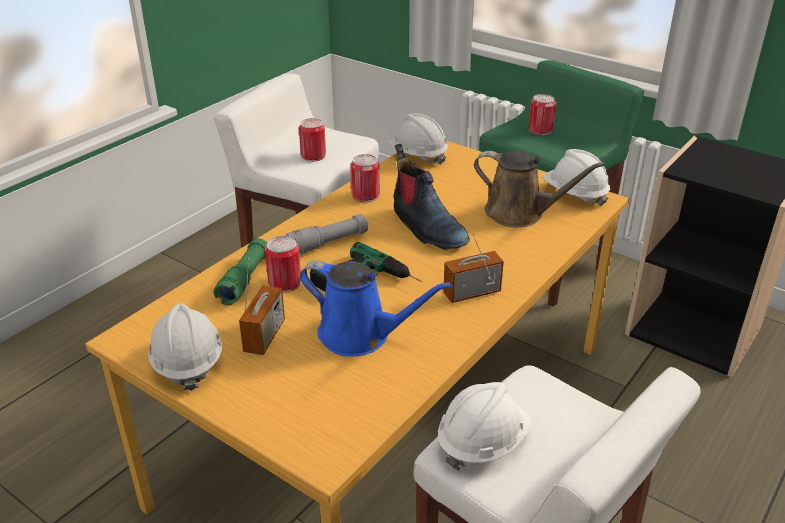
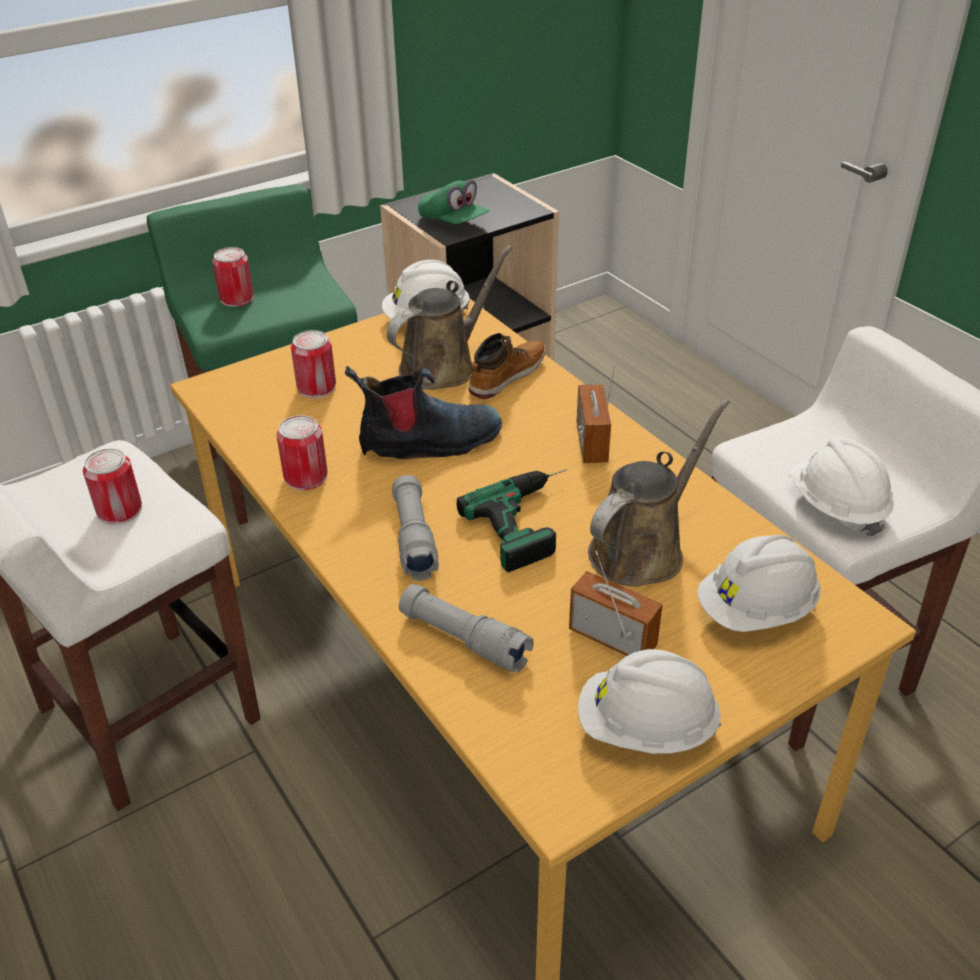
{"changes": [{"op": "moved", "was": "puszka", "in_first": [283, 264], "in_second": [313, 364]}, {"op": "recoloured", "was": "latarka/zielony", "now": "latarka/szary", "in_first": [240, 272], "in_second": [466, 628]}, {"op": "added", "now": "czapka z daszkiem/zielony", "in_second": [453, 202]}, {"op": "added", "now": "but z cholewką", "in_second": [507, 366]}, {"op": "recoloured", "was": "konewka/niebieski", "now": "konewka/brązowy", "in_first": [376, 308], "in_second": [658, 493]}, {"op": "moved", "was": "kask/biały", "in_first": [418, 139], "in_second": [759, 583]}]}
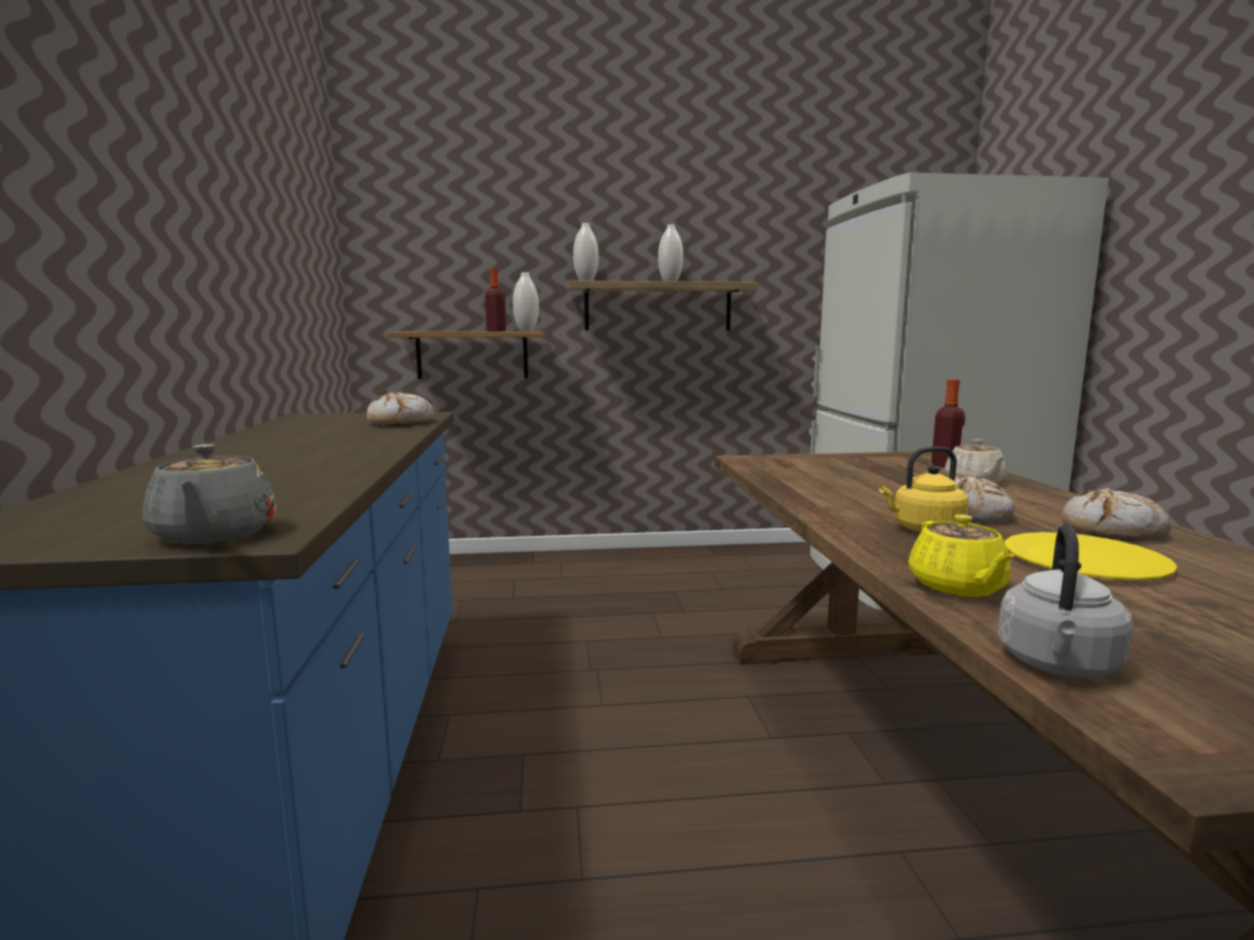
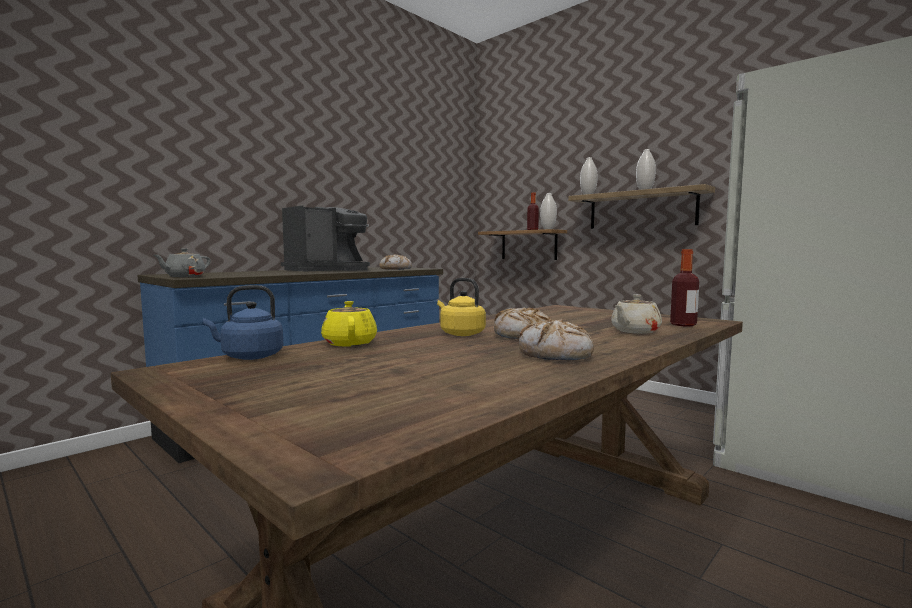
{"changes": [{"op": "recoloured", "was": "czajnik/szary", "now": "czajnik/niebieski", "in_first": [1065, 601], "in_second": [243, 322]}, {"op": "added", "now": "ekspres do kawy", "in_second": [325, 238]}, {"op": "turned", "was": "imbryk/żółty", "in_first": [961, 555], "in_second": [349, 323], "clockwise": 120}, {"op": "removed", "was": "talerz/żółty", "in_first": [1090, 556]}]}
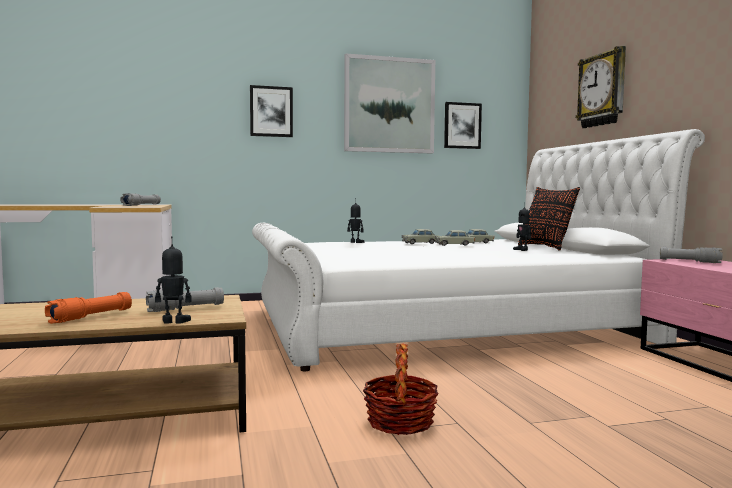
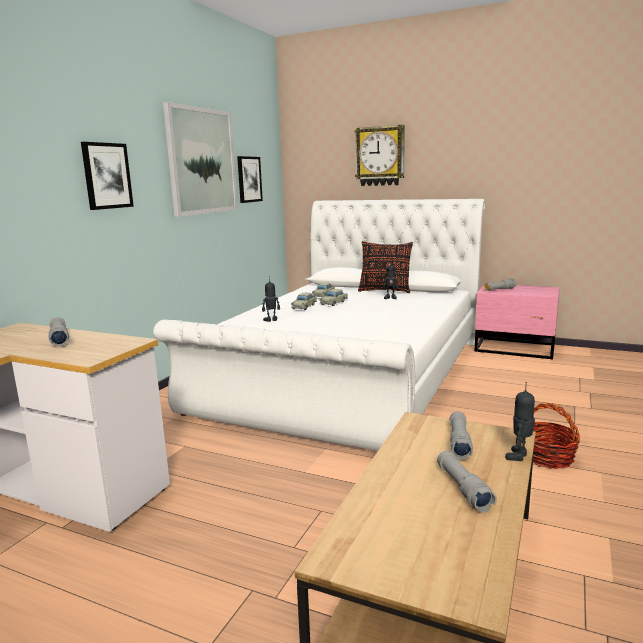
{"changes": [{"op": "recoloured", "was": "latarka/pomarańczowy", "now": "latarka/szary", "in_first": [88, 308], "in_second": [467, 481]}]}
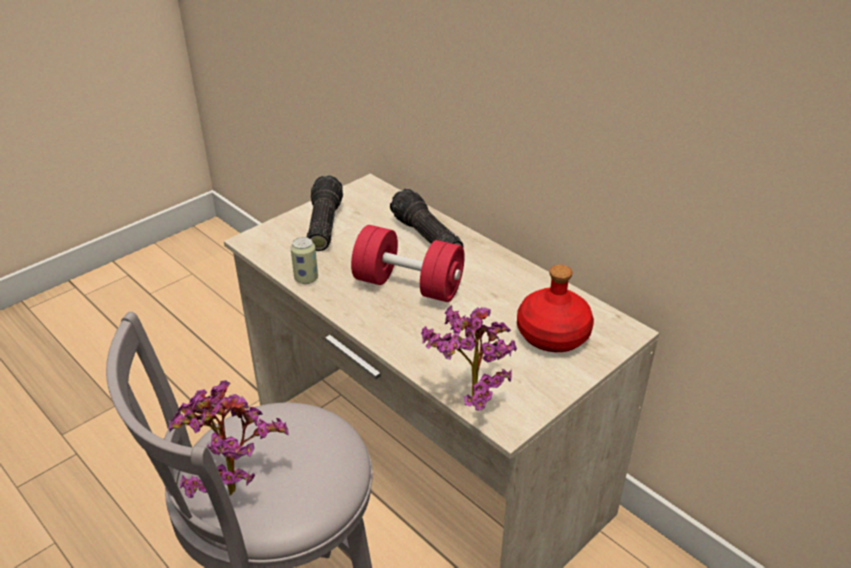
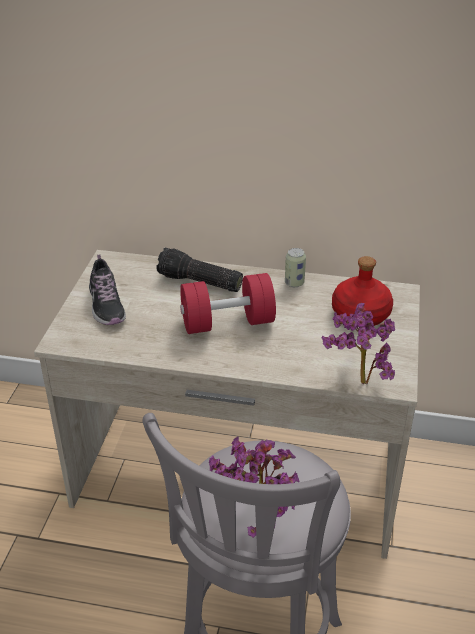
{"changes": [{"op": "replaced", "was": "latarka", "now": "but", "in_first": [325, 213], "in_second": [107, 290]}, {"op": "moved", "was": "puszka", "in_first": [304, 260], "in_second": [295, 267]}]}
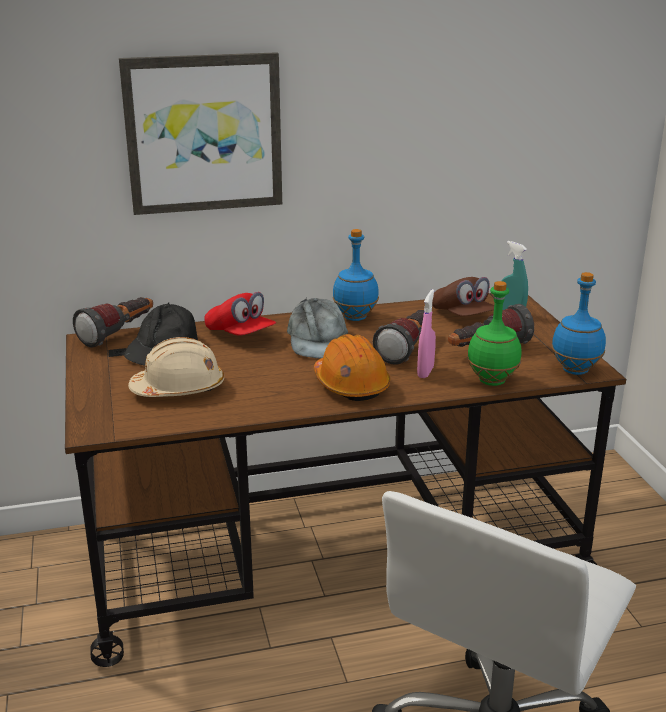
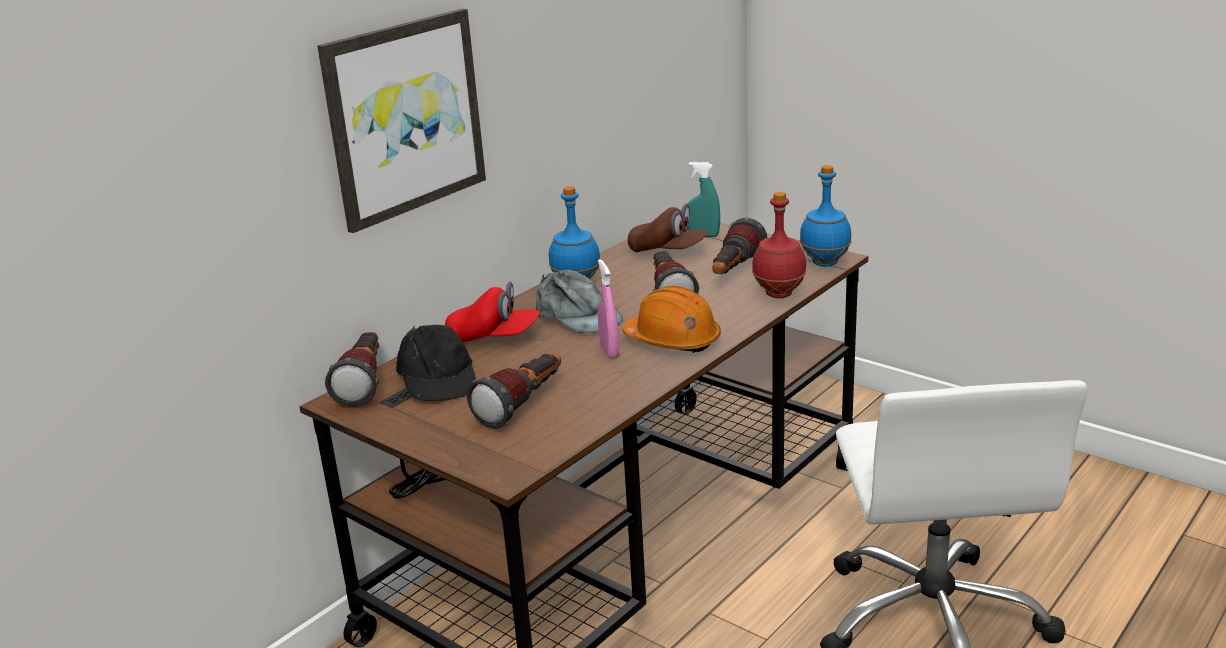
{"changes": [{"op": "replaced", "was": "kask/beżowy", "now": "latarka", "in_first": [176, 367], "in_second": [514, 391]}, {"op": "moved", "was": "spryskiwacz/różowy", "in_first": [426, 333], "in_second": [608, 308]}, {"op": "recoloured", "was": "butelka/zielony", "now": "butelka/czerwony", "in_first": [494, 333], "in_second": [779, 245]}]}
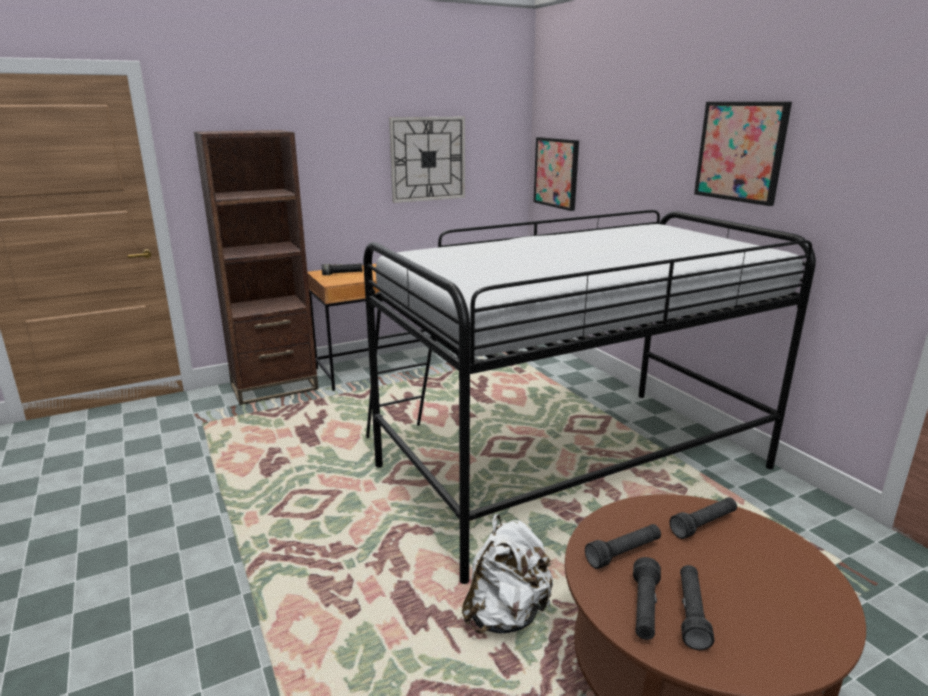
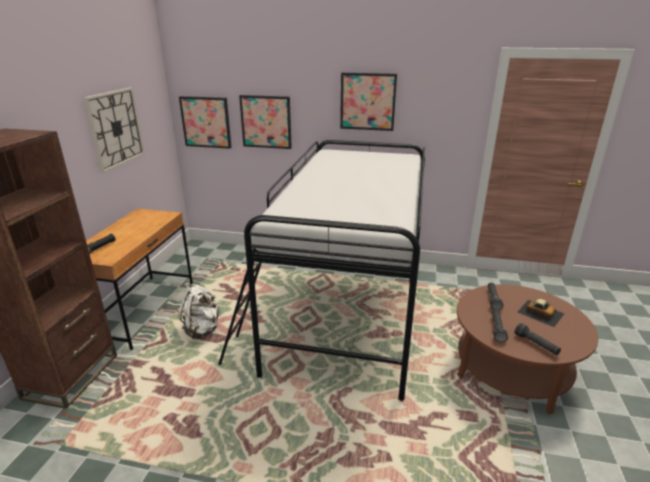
{"changes": [{"op": "moved", "was": "plecak/biały", "in_first": [507, 574], "in_second": [199, 312]}, {"op": "added", "now": "obraz", "in_second": [265, 122]}, {"op": "added", "now": "samochodzik", "in_second": [540, 313]}, {"op": "removed", "was": "latarka/czarny", "in_first": [697, 607]}]}
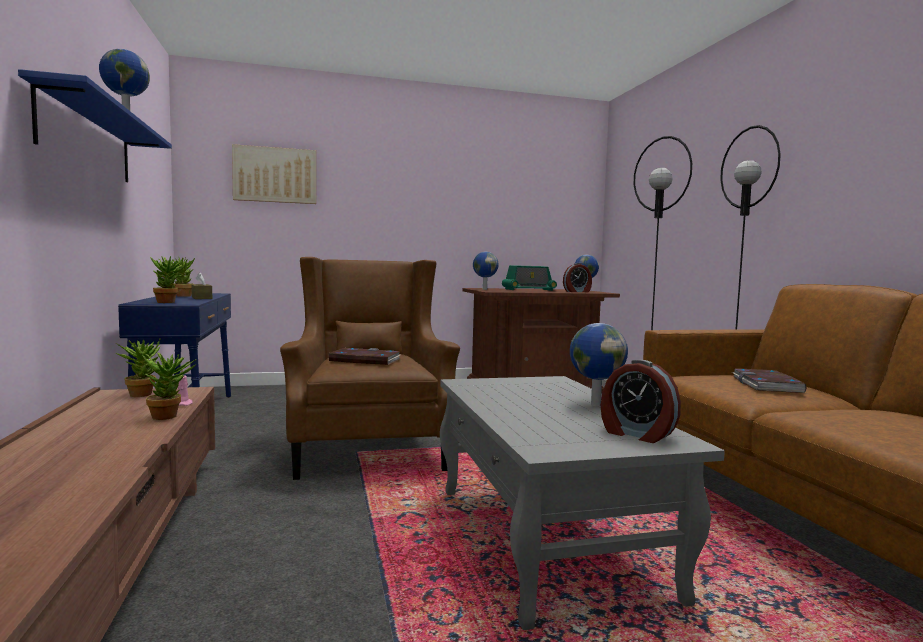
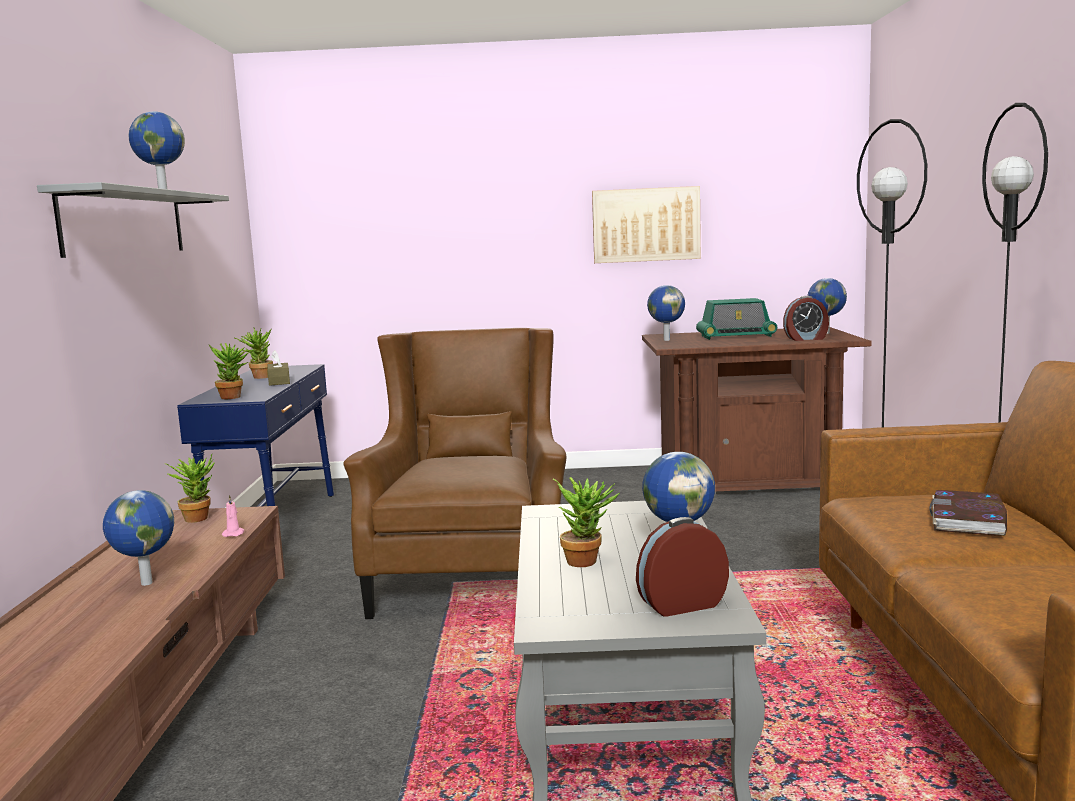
{"changes": [{"op": "recoloured", "was": "półka/niebieski", "now": "półka/szary", "in_first": [95, 125], "in_second": [133, 220]}, {"op": "added", "now": "globus", "in_second": [138, 538]}, {"op": "moved", "was": "roślina doniczkowa", "in_first": [169, 386], "in_second": [586, 522]}, {"op": "moved", "was": "obraz", "in_first": [274, 174], "in_second": [646, 224]}, {"op": "turned", "was": "budzik", "in_first": [640, 401], "in_second": [682, 567], "clockwise": 105}, {"op": "removed", "was": "książka", "in_first": [364, 356]}]}
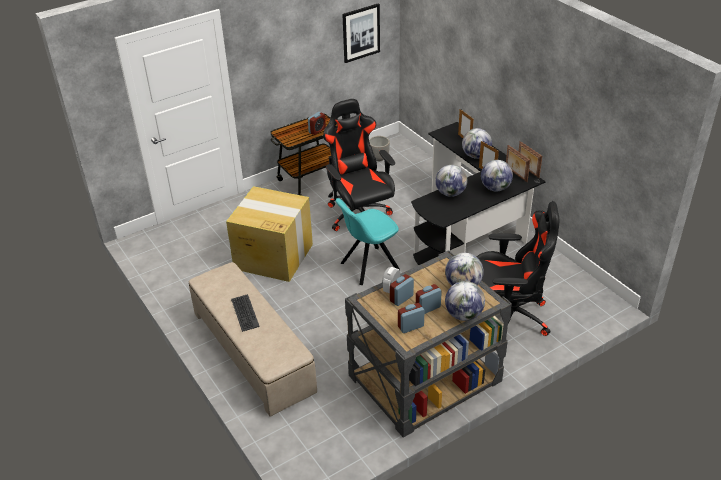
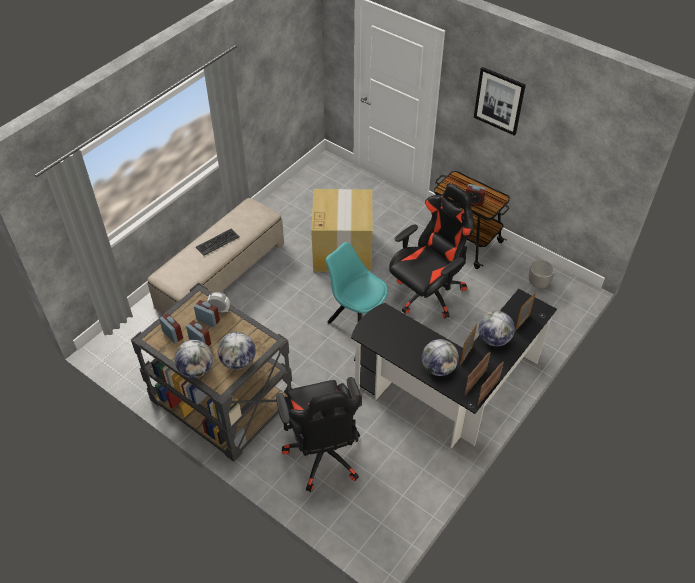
{"changes": [{"op": "moved", "was": "obraz", "in_first": [361, 33], "in_second": [500, 101]}, {"op": "removed", "was": "globus", "in_first": [451, 181]}]}
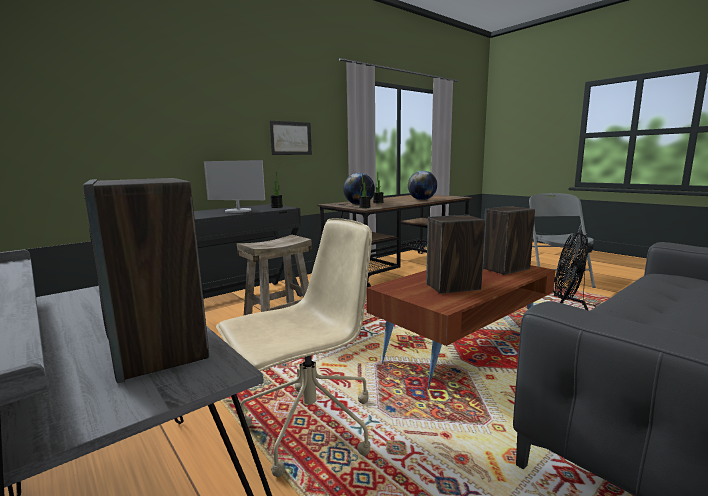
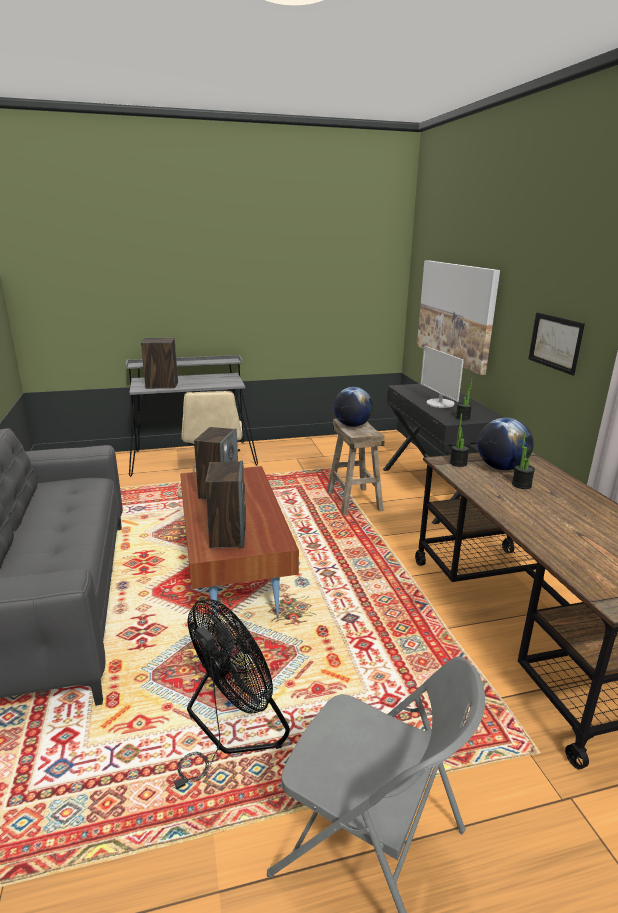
{"changes": [{"op": "moved", "was": "globus", "in_first": [422, 185], "in_second": [353, 407]}, {"op": "added", "now": "obraz", "in_second": [458, 317]}, {"op": "turned", "was": "monitor", "in_first": [234, 186], "in_second": [442, 377], "clockwise": -60}]}
